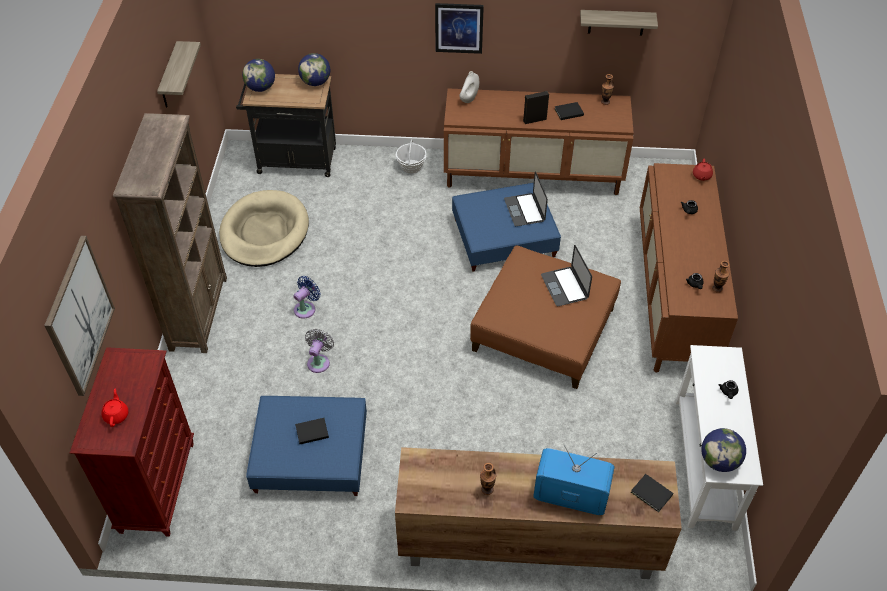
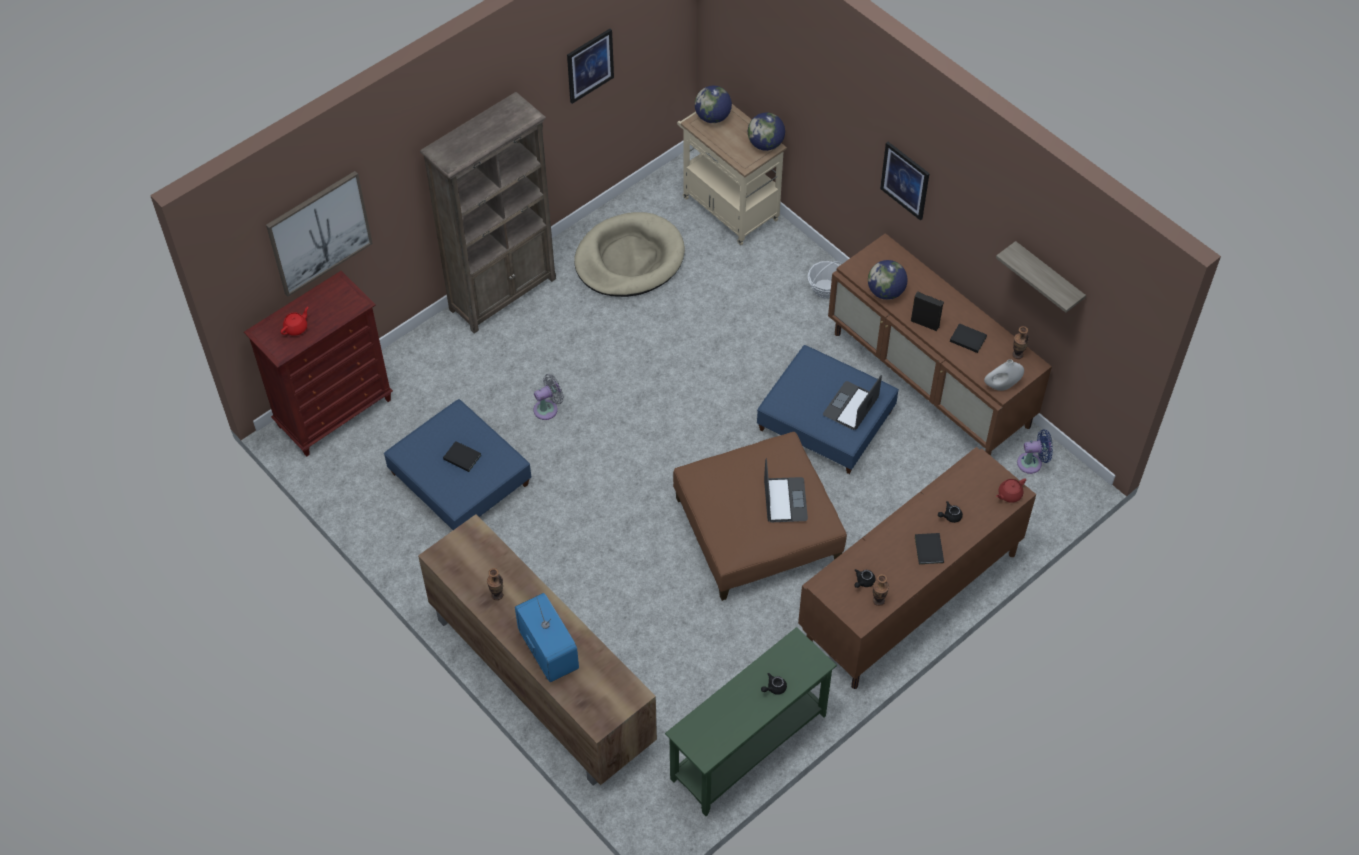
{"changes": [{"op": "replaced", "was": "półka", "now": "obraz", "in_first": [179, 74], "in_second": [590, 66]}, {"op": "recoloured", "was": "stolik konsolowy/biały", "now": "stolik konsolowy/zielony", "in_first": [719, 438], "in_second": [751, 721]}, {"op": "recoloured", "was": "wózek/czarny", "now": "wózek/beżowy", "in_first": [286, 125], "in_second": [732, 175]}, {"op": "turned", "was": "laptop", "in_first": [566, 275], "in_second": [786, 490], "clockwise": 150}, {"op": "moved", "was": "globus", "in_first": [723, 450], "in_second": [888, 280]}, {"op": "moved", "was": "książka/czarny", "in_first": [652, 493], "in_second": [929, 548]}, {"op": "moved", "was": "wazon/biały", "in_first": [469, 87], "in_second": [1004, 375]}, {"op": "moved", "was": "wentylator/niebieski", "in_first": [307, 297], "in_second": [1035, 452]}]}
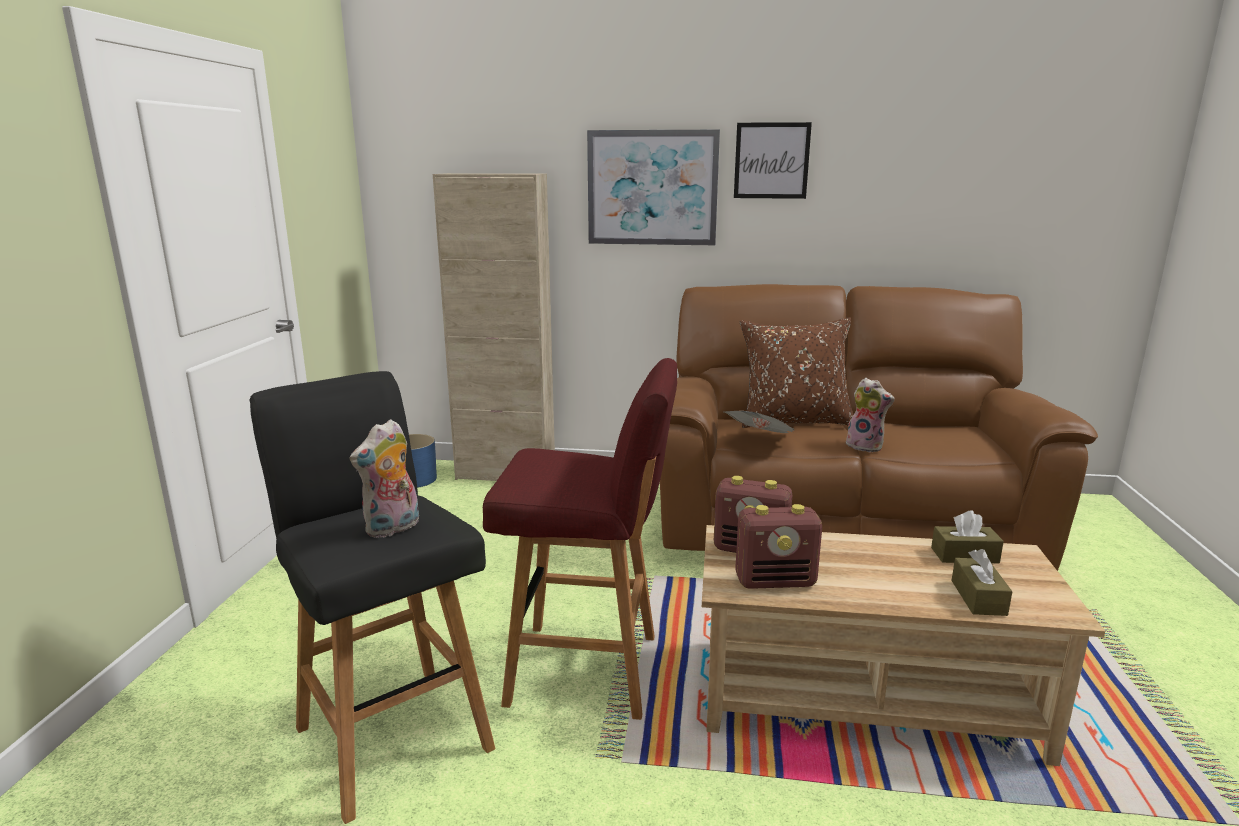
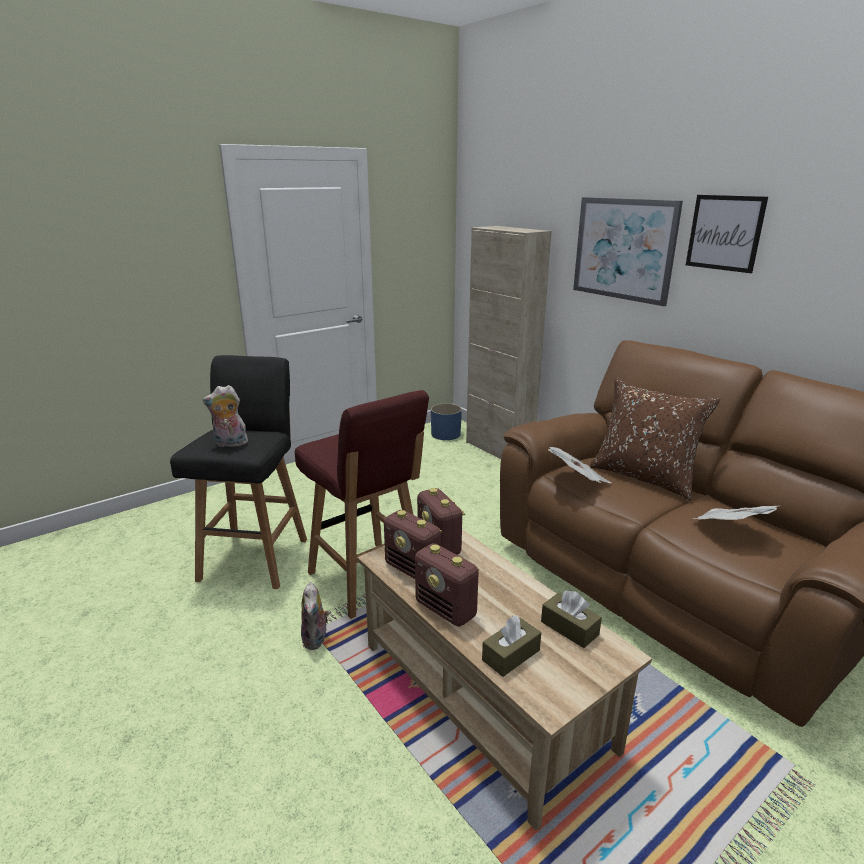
{"changes": [{"op": "moved", "was": "pluszak", "in_first": [870, 415], "in_second": [315, 616]}, {"op": "added", "now": "radio", "in_second": [447, 585]}, {"op": "added", "now": "gazeta", "in_second": [735, 513]}]}
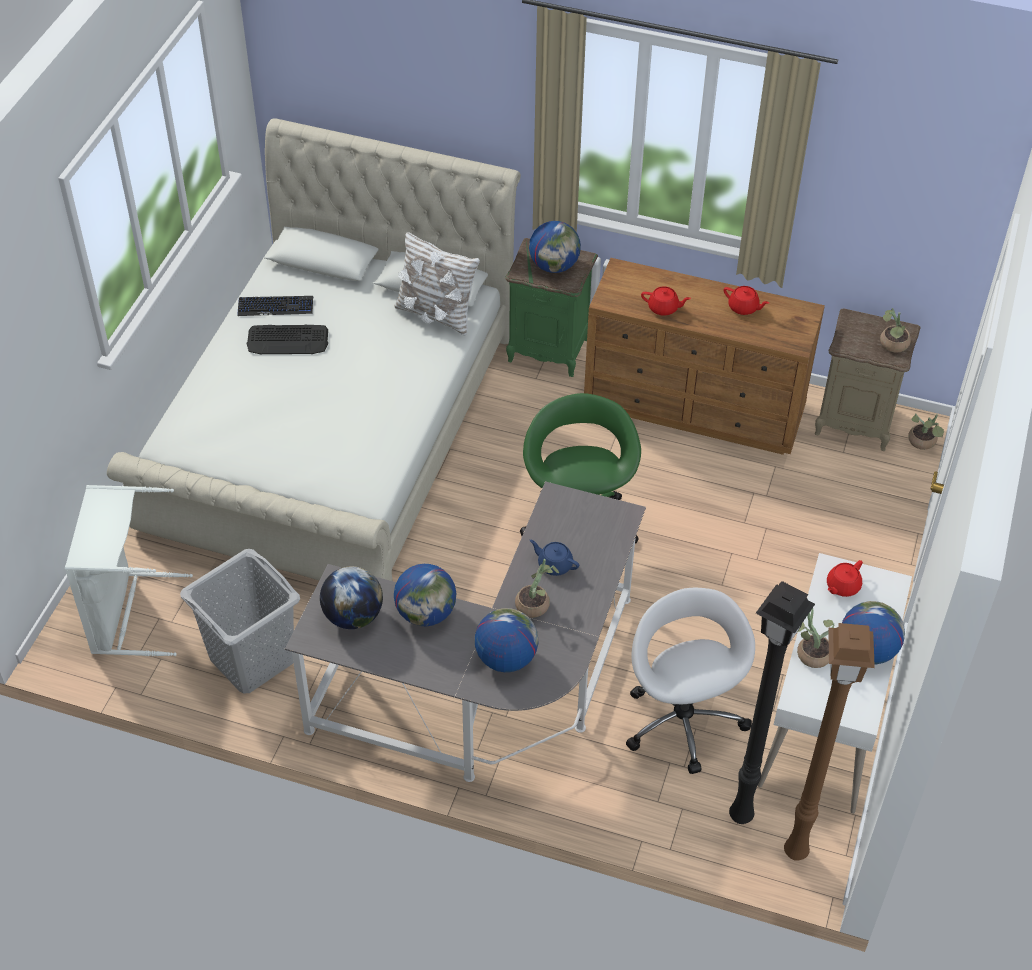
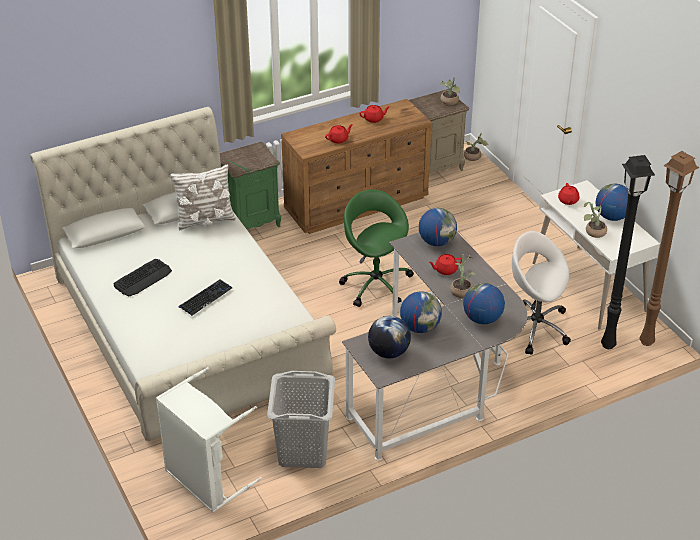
{"changes": [{"op": "moved", "was": "klawiatura", "in_first": [275, 306], "in_second": [205, 298]}, {"op": "moved", "was": "globus", "in_first": [555, 247], "in_second": [438, 227]}, {"op": "recoloured", "was": "imbryk/niebieski", "now": "imbryk/czerwony", "in_first": [554, 558], "in_second": [445, 264]}]}
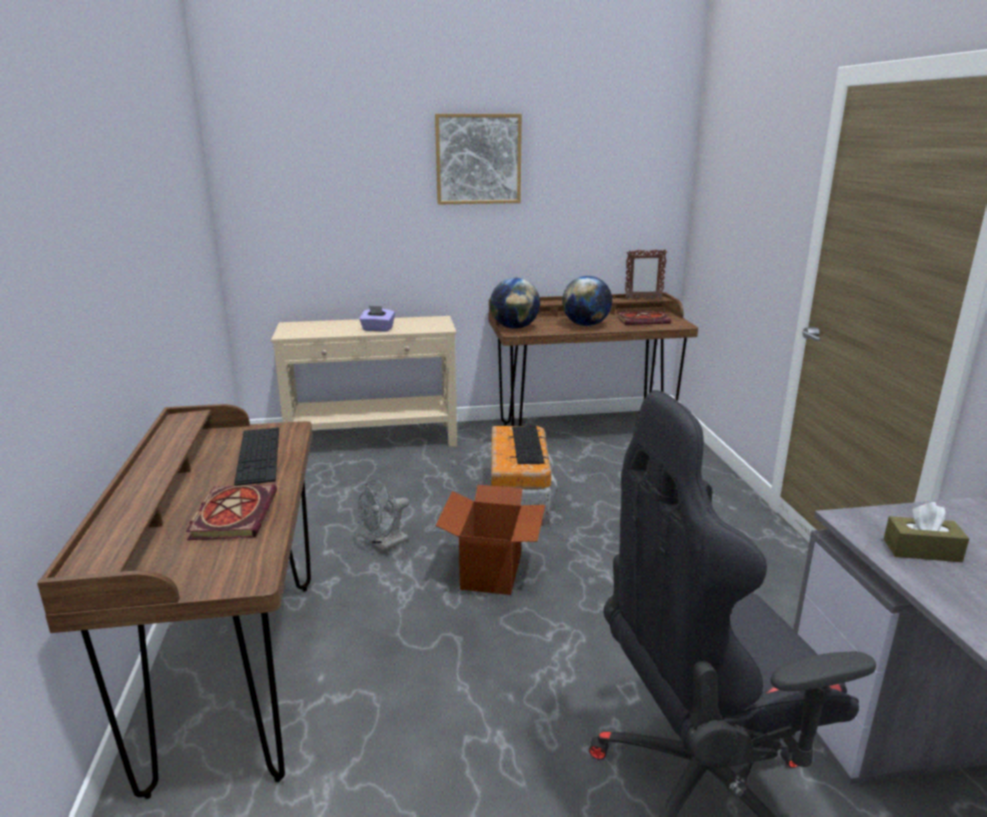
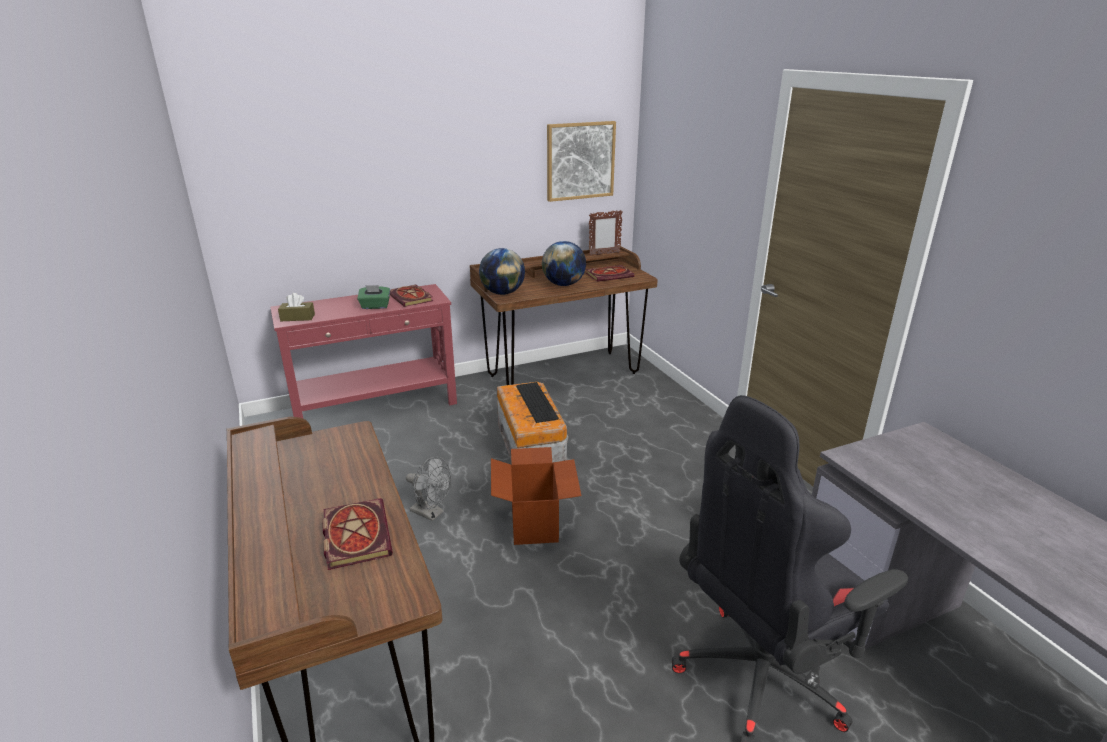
{"changes": [{"op": "recoloured", "was": "stolik konsolowy/beżowy", "now": "stolik konsolowy/czerwony", "in_first": [364, 381], "in_second": [363, 351]}, {"op": "moved", "was": "pudełko chusteczek/brązowy", "in_first": [926, 532], "in_second": [296, 307]}, {"op": "recoloured", "was": "pudełko chusteczek/fioletowy", "now": "pudełko chusteczek/zielony", "in_first": [377, 319], "in_second": [373, 297]}, {"op": "added", "now": "książka", "in_second": [411, 296]}, {"op": "turned", "was": "wentylator/szary", "in_first": [383, 516], "in_second": [428, 489], "clockwise": -90}, {"op": "moved", "was": "obraz", "in_first": [478, 159], "in_second": [581, 161]}, {"op": "removed", "was": "klawiatura", "in_first": [256, 456]}]}
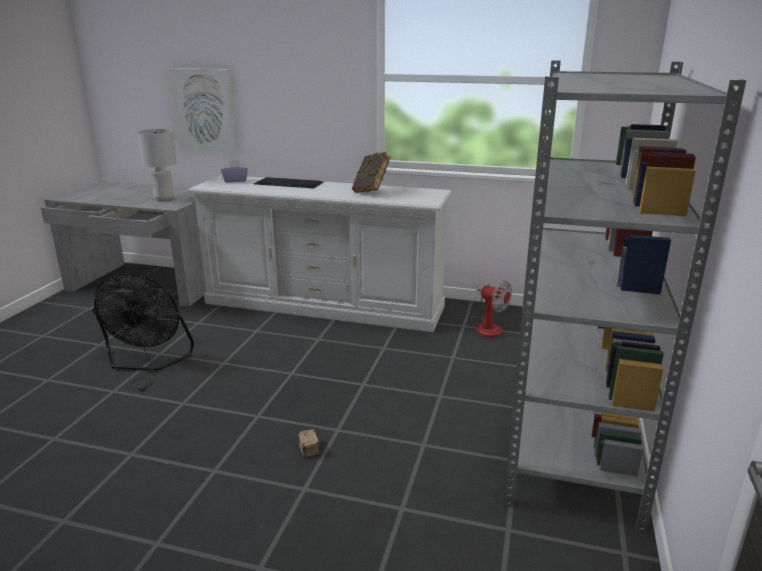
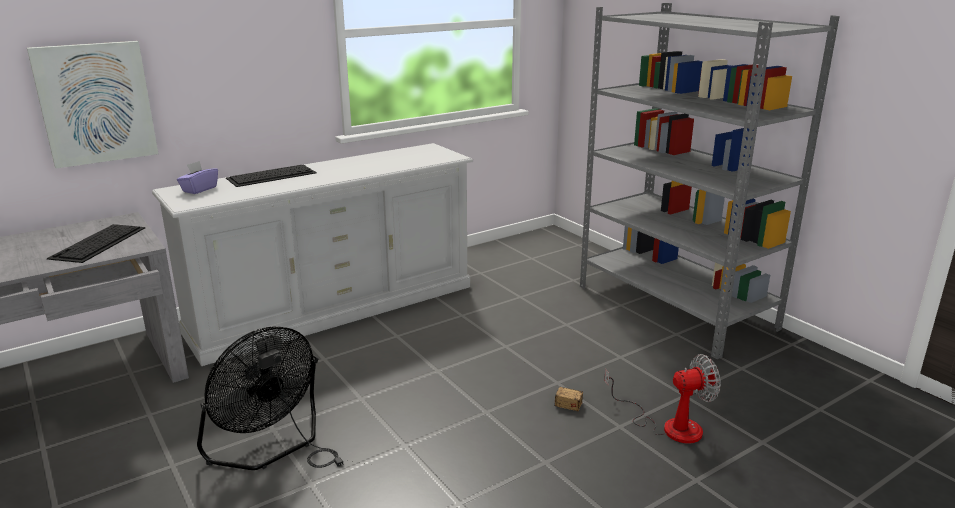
{"changes": [{"op": "replaced", "was": "lampa stołowa/szary", "now": "klawiatura", "in_first": [157, 164], "in_second": [96, 243]}, {"op": "moved", "was": "wentylator", "in_first": [491, 309], "in_second": [662, 399]}, {"op": "removed", "was": "książka", "in_first": [371, 172]}]}
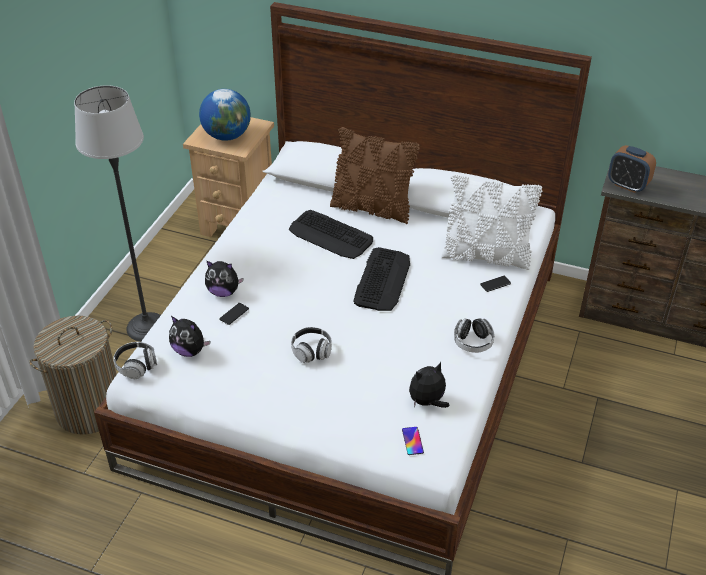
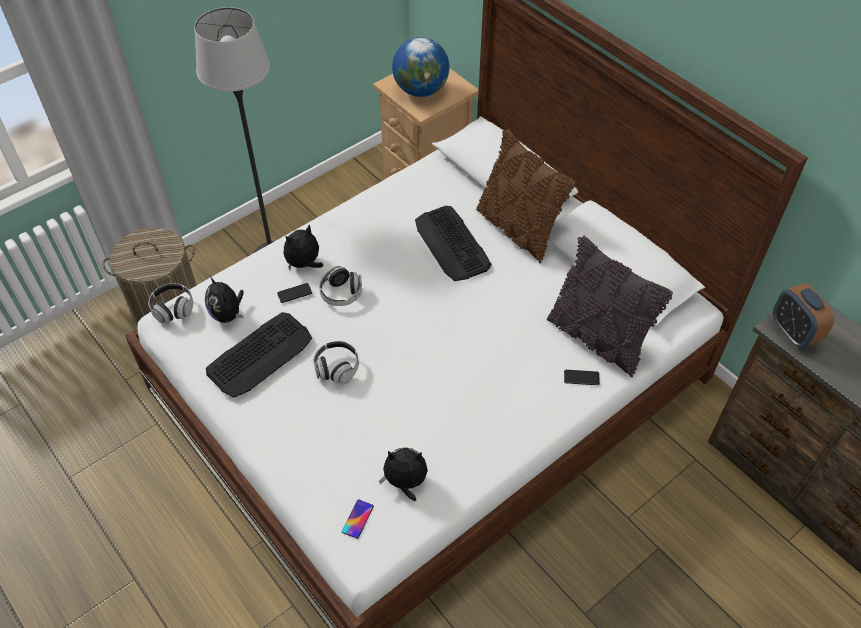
{"changes": [{"op": "moved", "was": "klawiatura", "in_first": [381, 279], "in_second": [259, 355]}, {"op": "turned", "was": "pluszak", "in_first": [224, 278], "in_second": [303, 247], "clockwise": 105}, {"op": "moved", "was": "słuchawki", "in_first": [474, 335], "in_second": [340, 286]}, {"op": "recoloured", "was": "poduszka/biały", "now": "poduszka/czarny", "in_first": [491, 221], "in_second": [610, 306]}]}
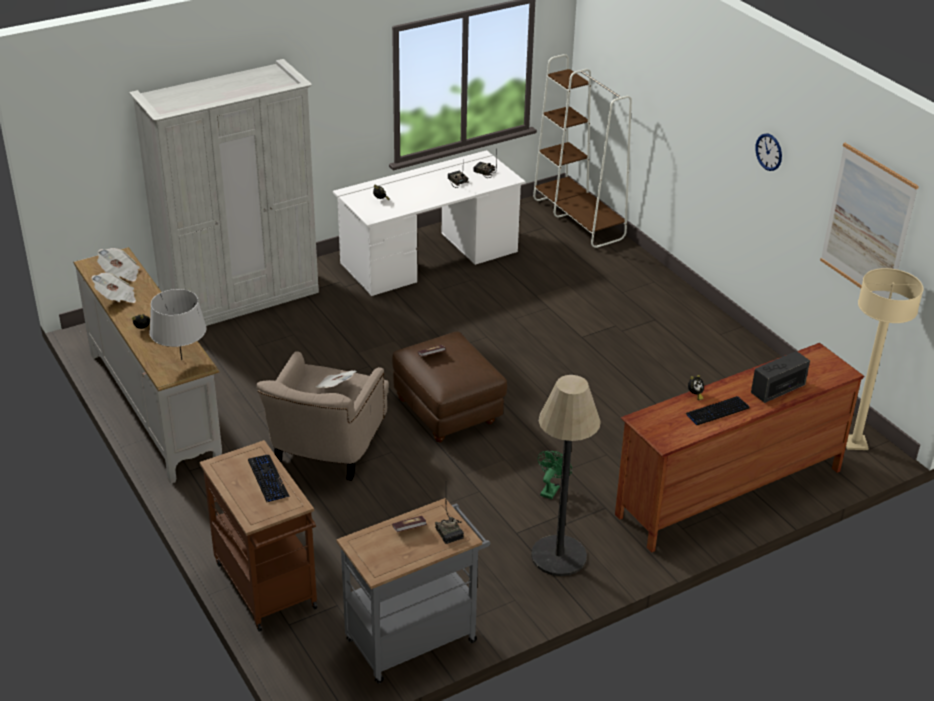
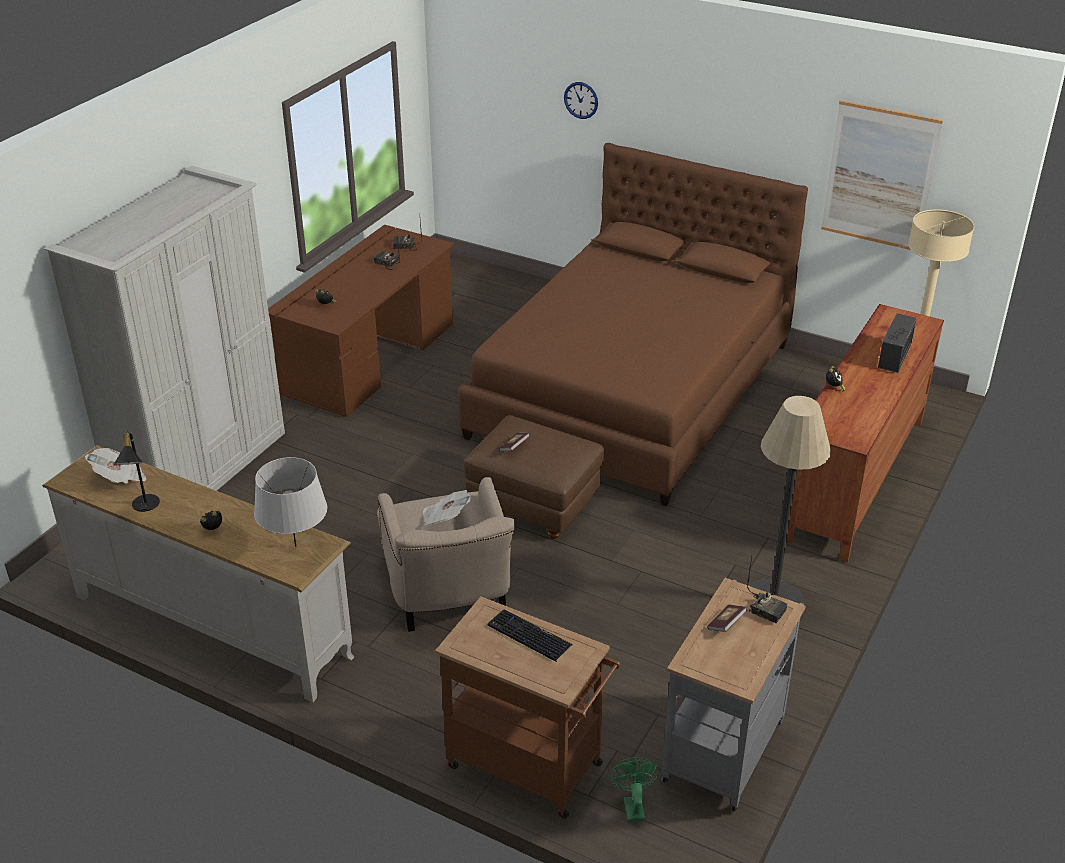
{"changes": [{"op": "replaced", "was": "gazeta", "now": "lampa stołowa/czarny", "in_first": [113, 288], "in_second": [137, 471]}, {"op": "recoloured", "was": "biurko/biały", "now": "biurko/brązowy", "in_first": [429, 223], "in_second": [361, 321]}, {"op": "added", "now": "łóżko/brązowy", "in_second": [633, 324]}, {"op": "moved", "was": "zegar ścienny", "in_first": [768, 152], "in_second": [581, 100]}, {"op": "moved", "was": "wentylator/zielony", "in_first": [555, 475], "in_second": [634, 789]}, {"op": "removed", "was": "wieszak/brązowy", "in_first": [582, 151]}, {"op": "removed", "was": "klawiatura", "in_first": [717, 410]}]}
